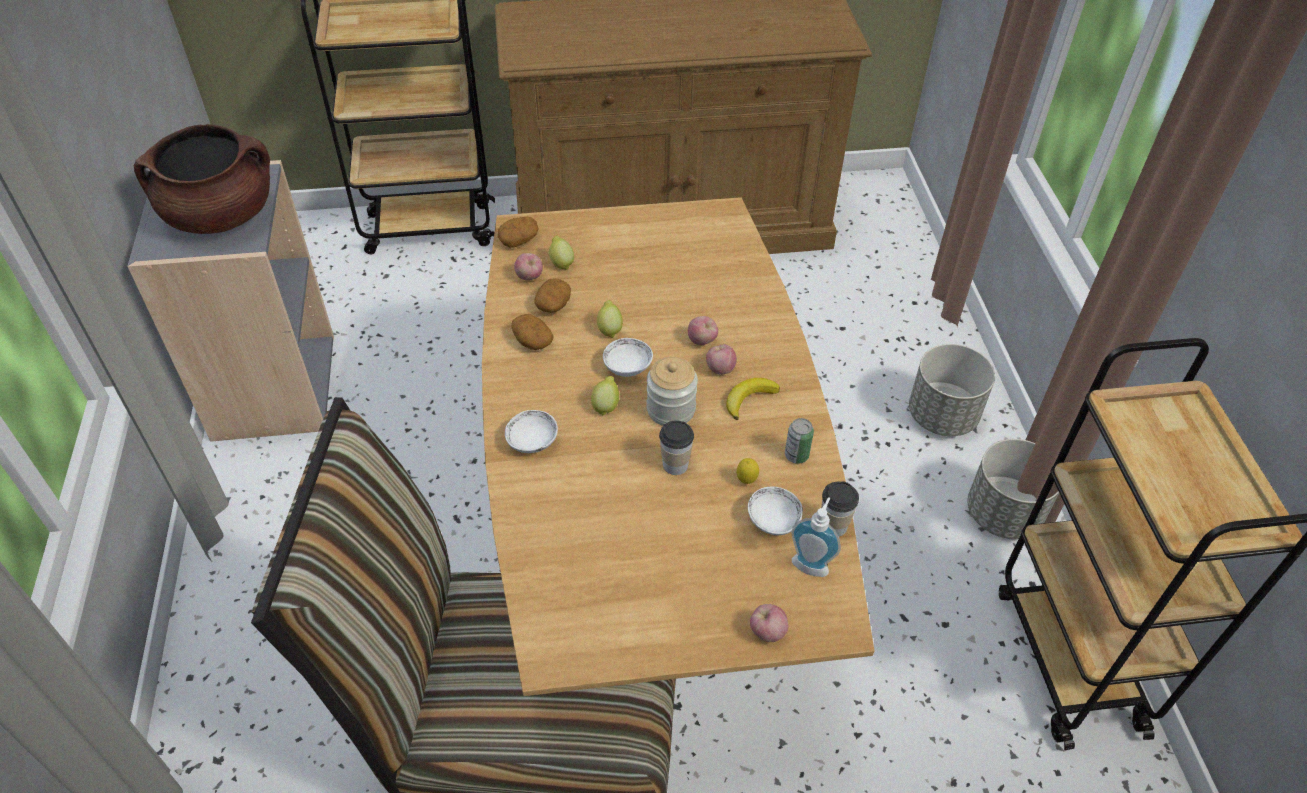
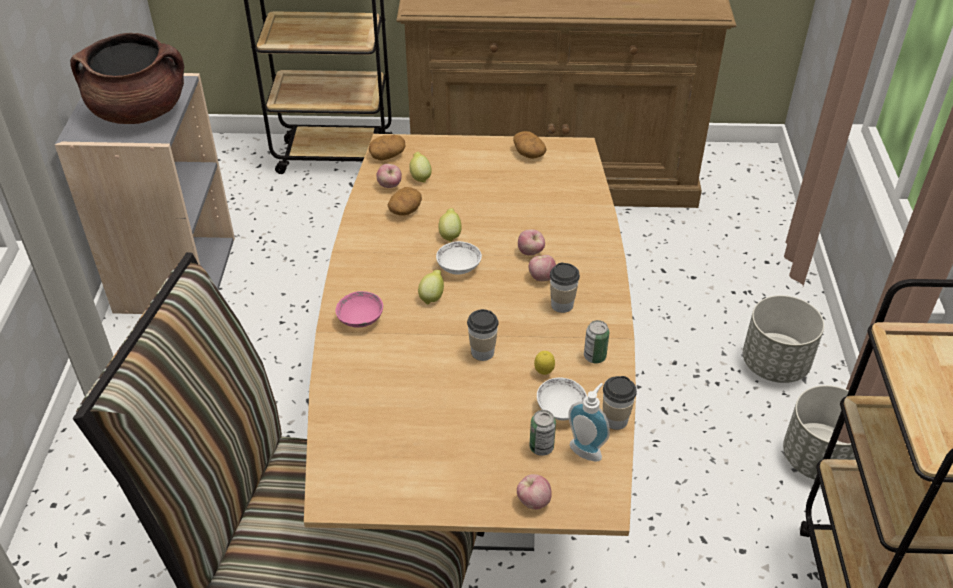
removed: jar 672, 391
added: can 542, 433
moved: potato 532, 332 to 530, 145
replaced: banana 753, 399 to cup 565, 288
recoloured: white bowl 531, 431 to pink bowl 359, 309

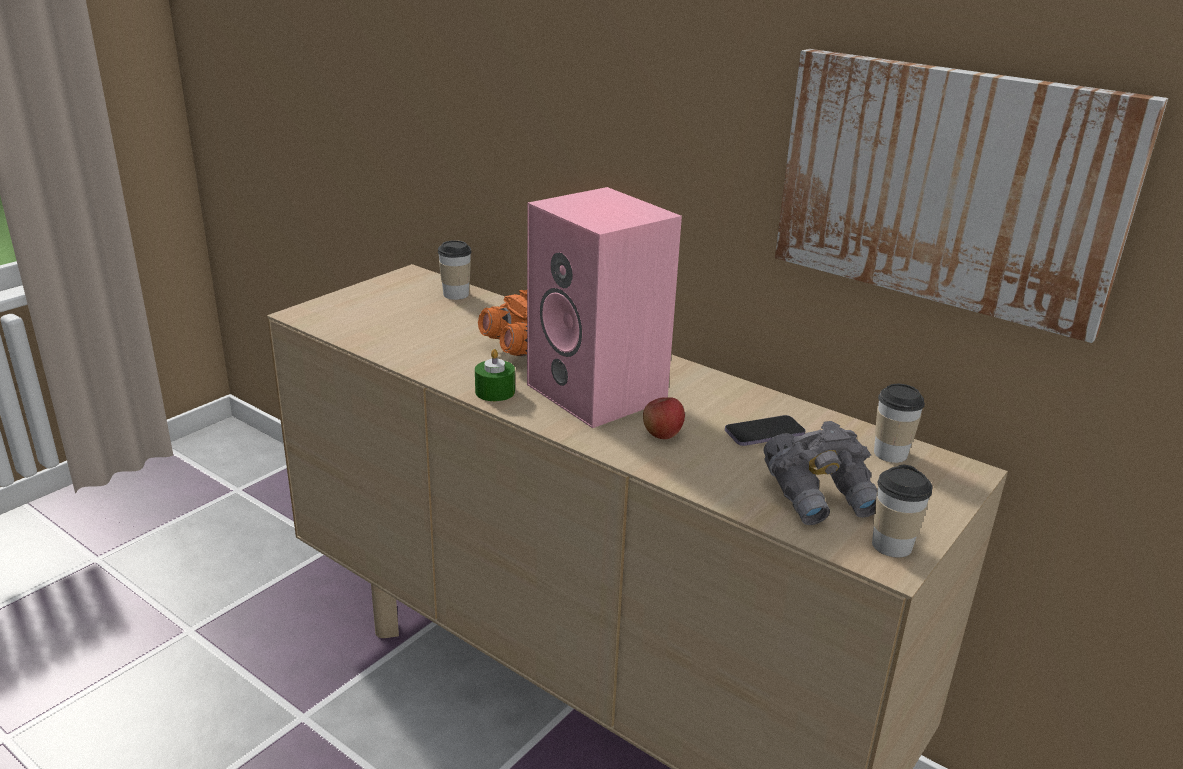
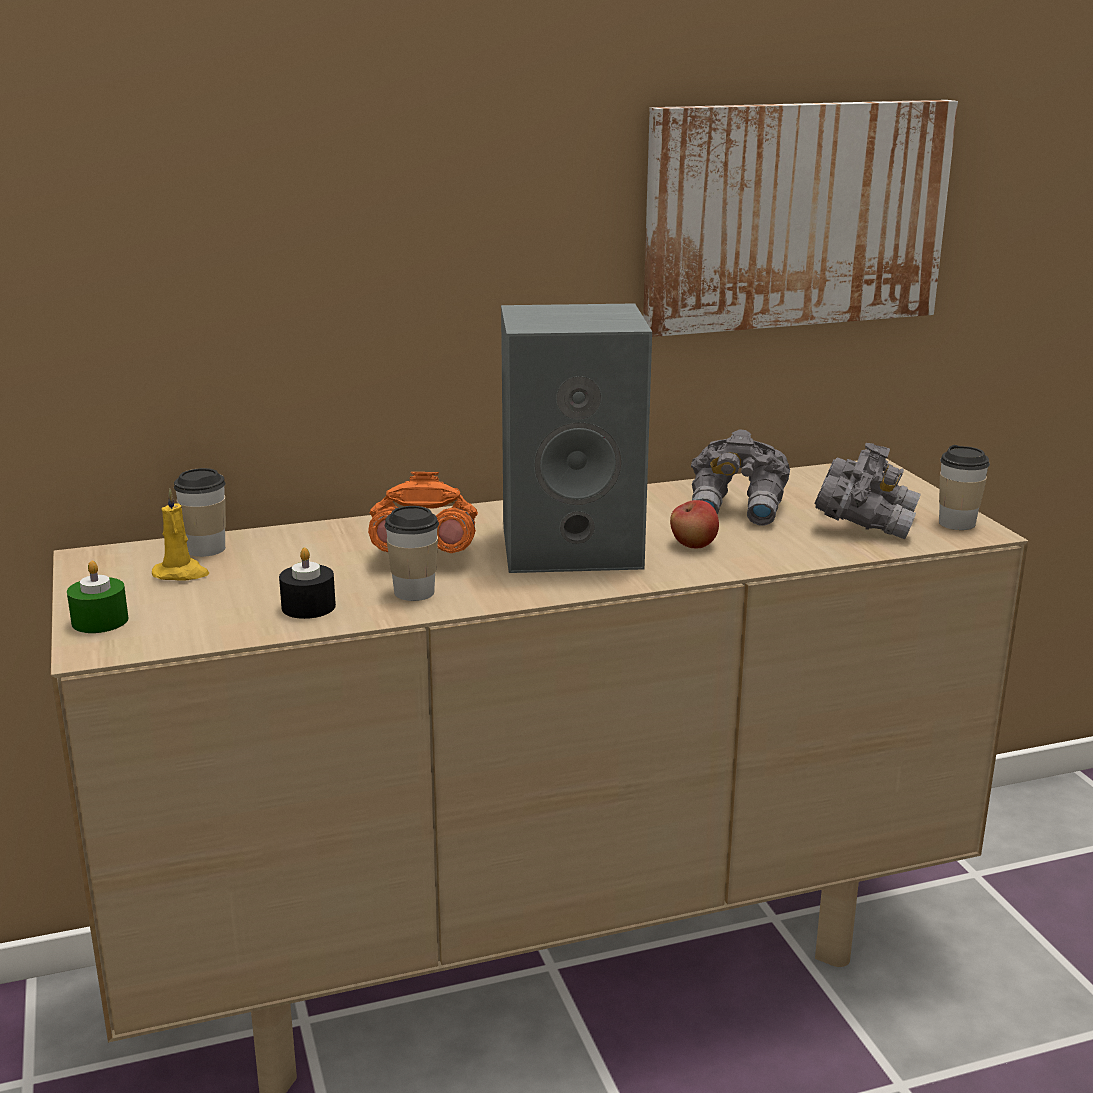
added: yellow candle 180, 535; black candle 307, 583
moved: green candle 495, 375 to 98, 597; cup 899, 423 to 412, 553
replaced: phone 765, 430 to grey binoculars 740, 477
recoloured: pink speaker 604, 307 to grey speaker 576, 438

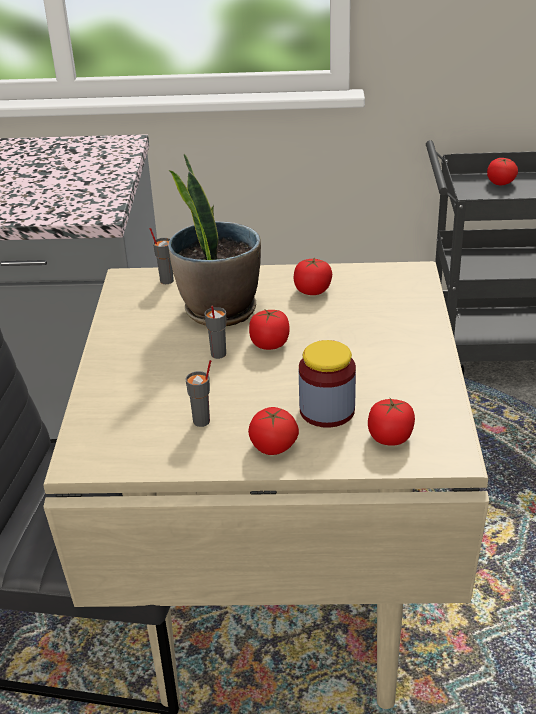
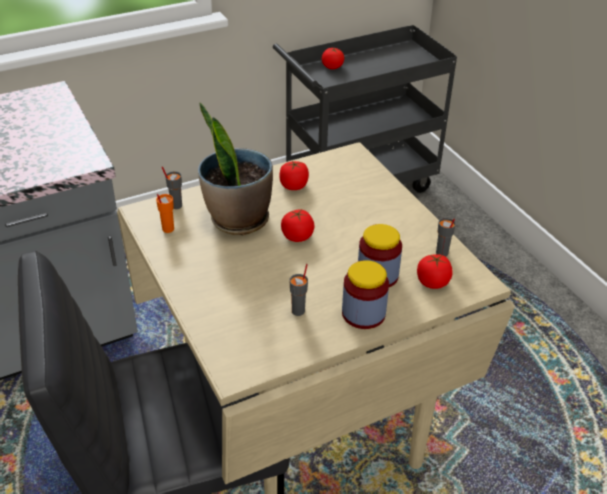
added: orange cup 165, 213
moved: grey cup 216, 332 to 446, 237
replaced: tomato 273, 431 to jar 365, 294

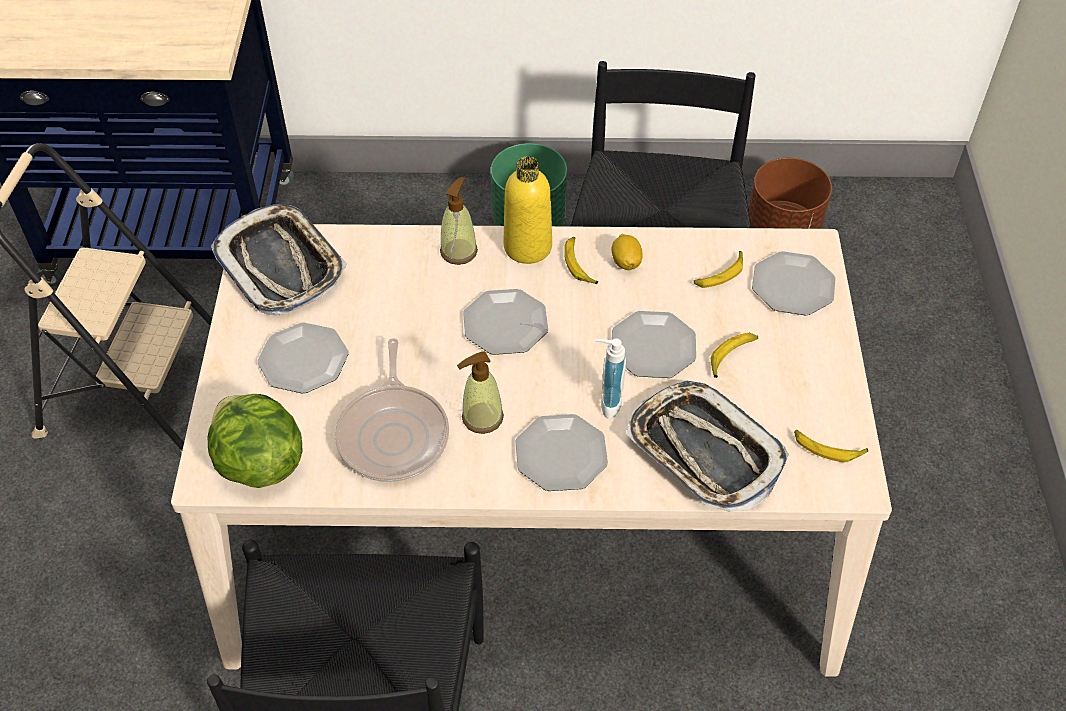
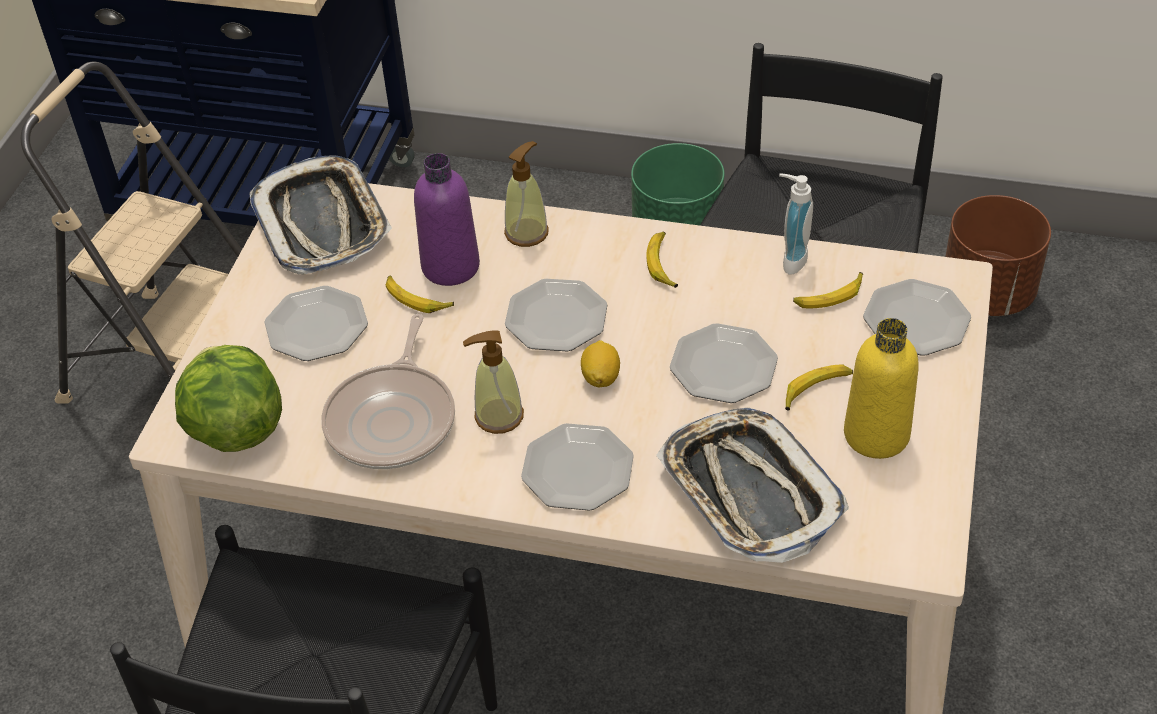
added: purple bottle 447, 219
moved: yellow bottle 528, 210 to 881, 388; soap dispenser 610, 378 to 796, 223; lemon 627, 252 to 600, 363; banana 831, 445 to 420, 294

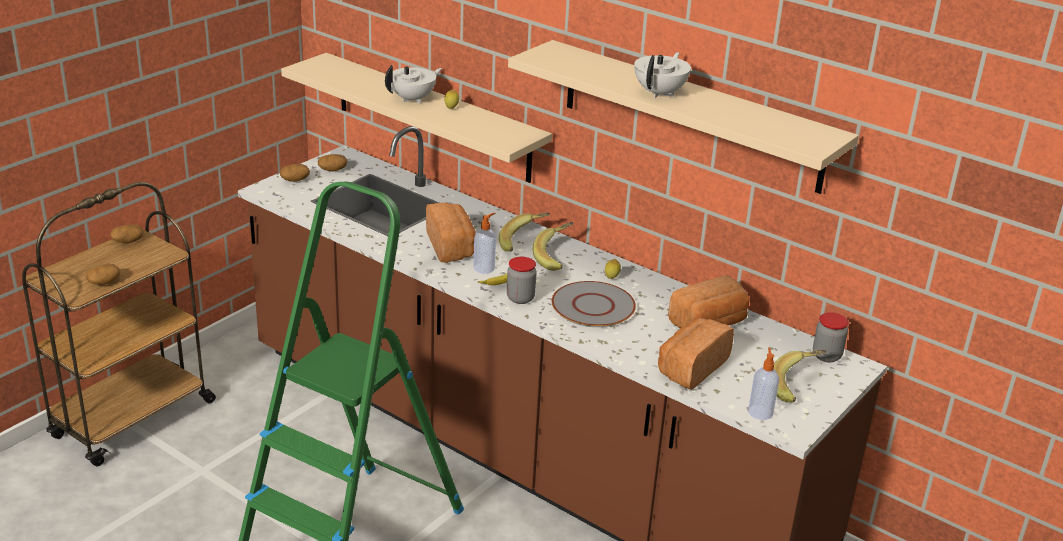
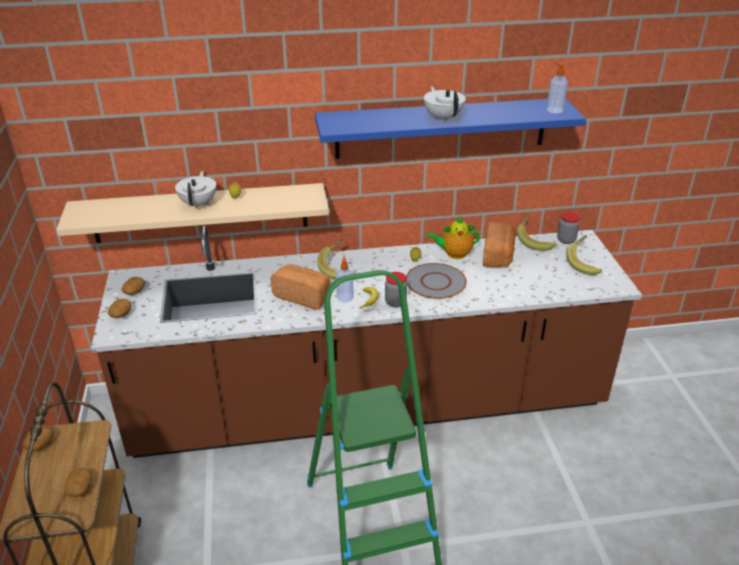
removed: bread 696, 354
added: teapot 453, 237
moved: banana 553, 246 to 536, 233; soap dispenser 763, 383 to 557, 88
recoloured: beige shelf 683, 117 to blue shelf 450, 128

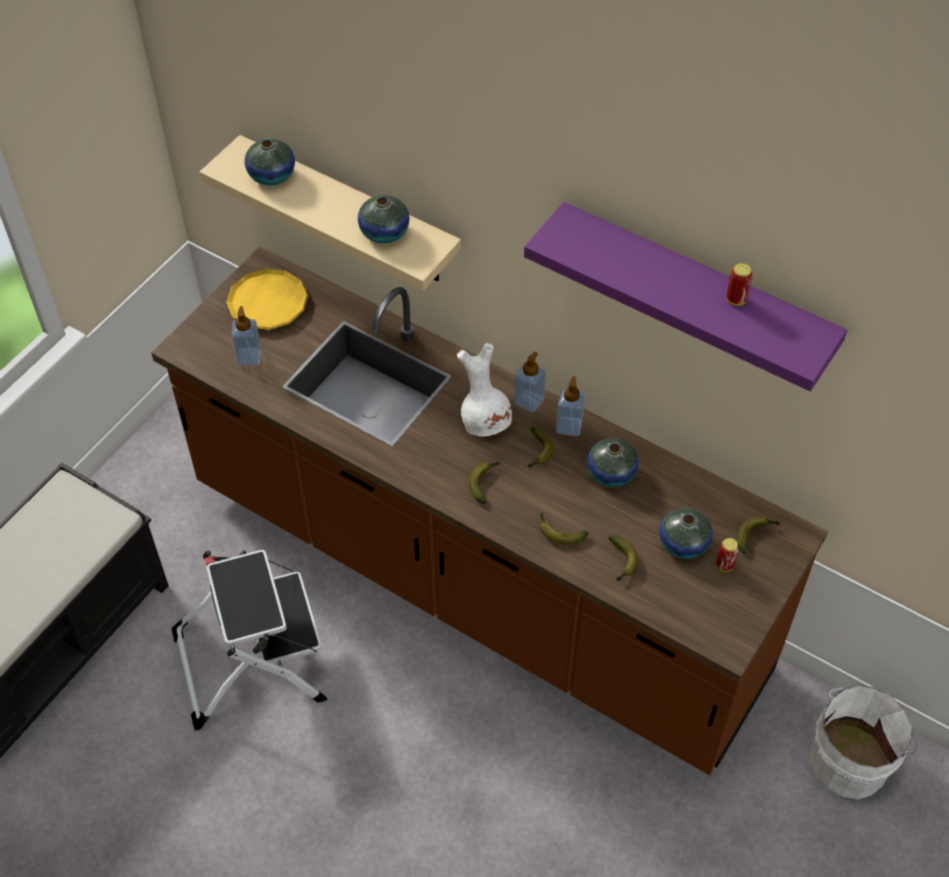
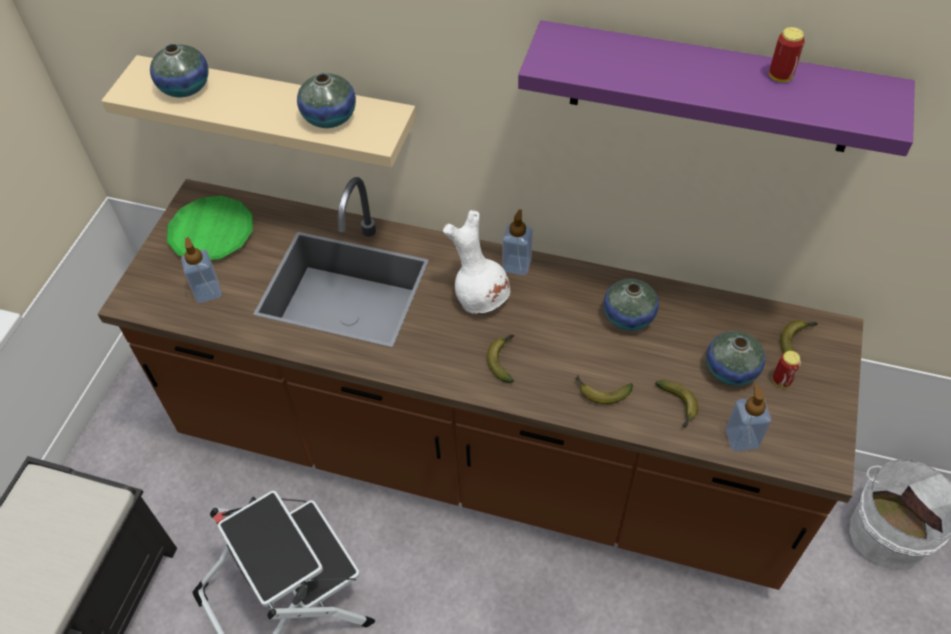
removed: banana 540, 447
moved: soap dispenser 570, 406 to 748, 418
recoloured: yellow plate 267, 299 to green plate 210, 228

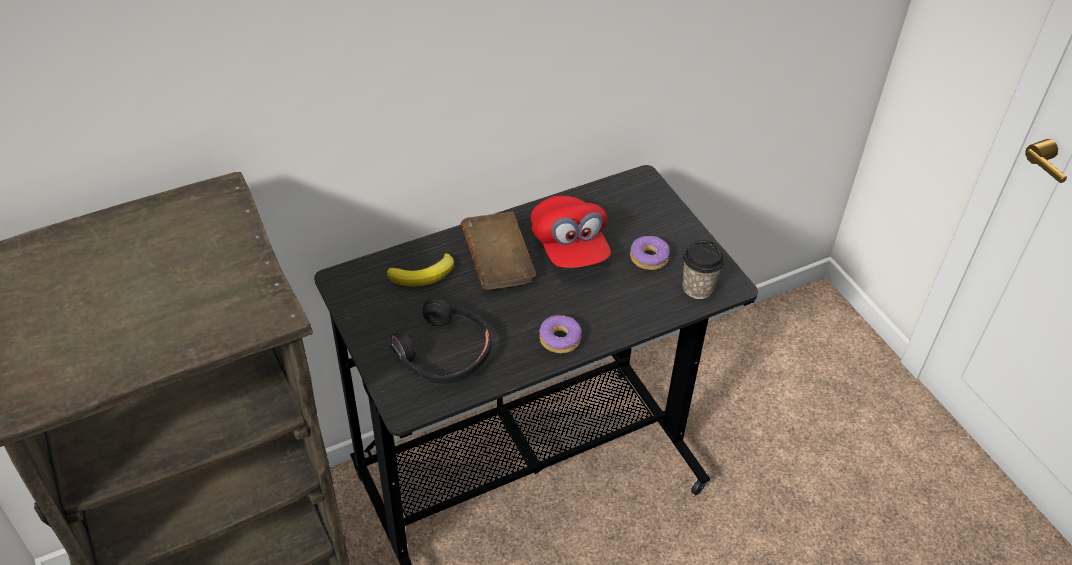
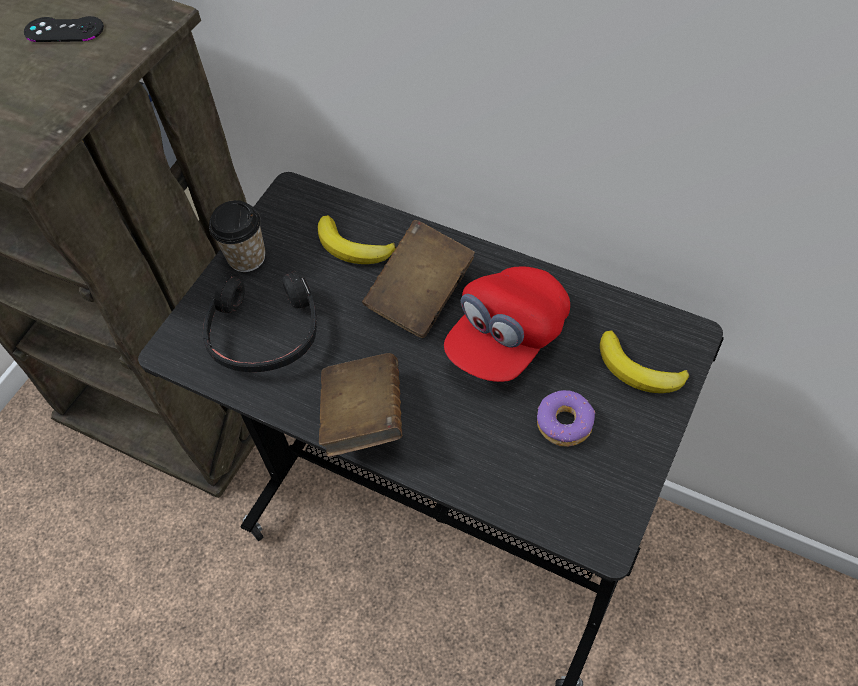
added: black game controller 64, 29; banana 644, 361
moved: cup 704, 269 to 237, 236
replaced: donut 560, 334 to brown book 360, 405

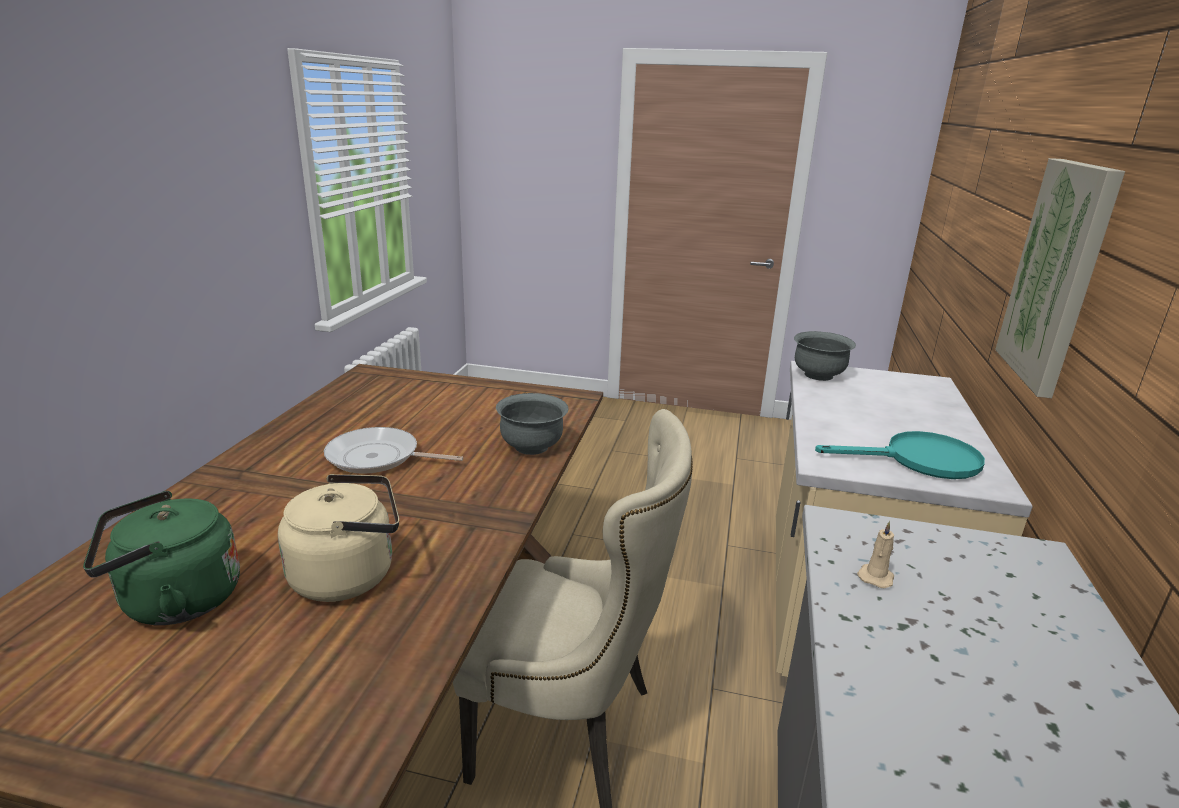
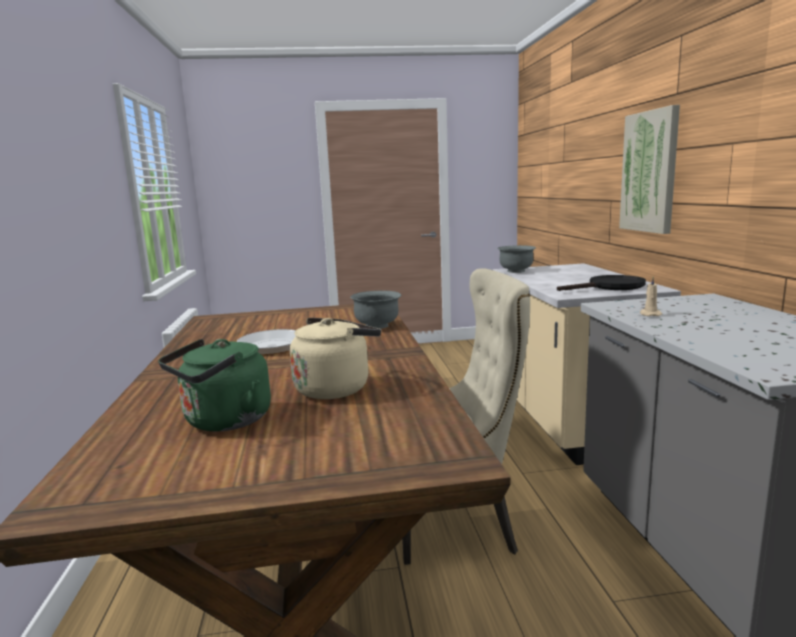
recoloured: turquoise frying pan 900, 455 to black frying pan 601, 283

